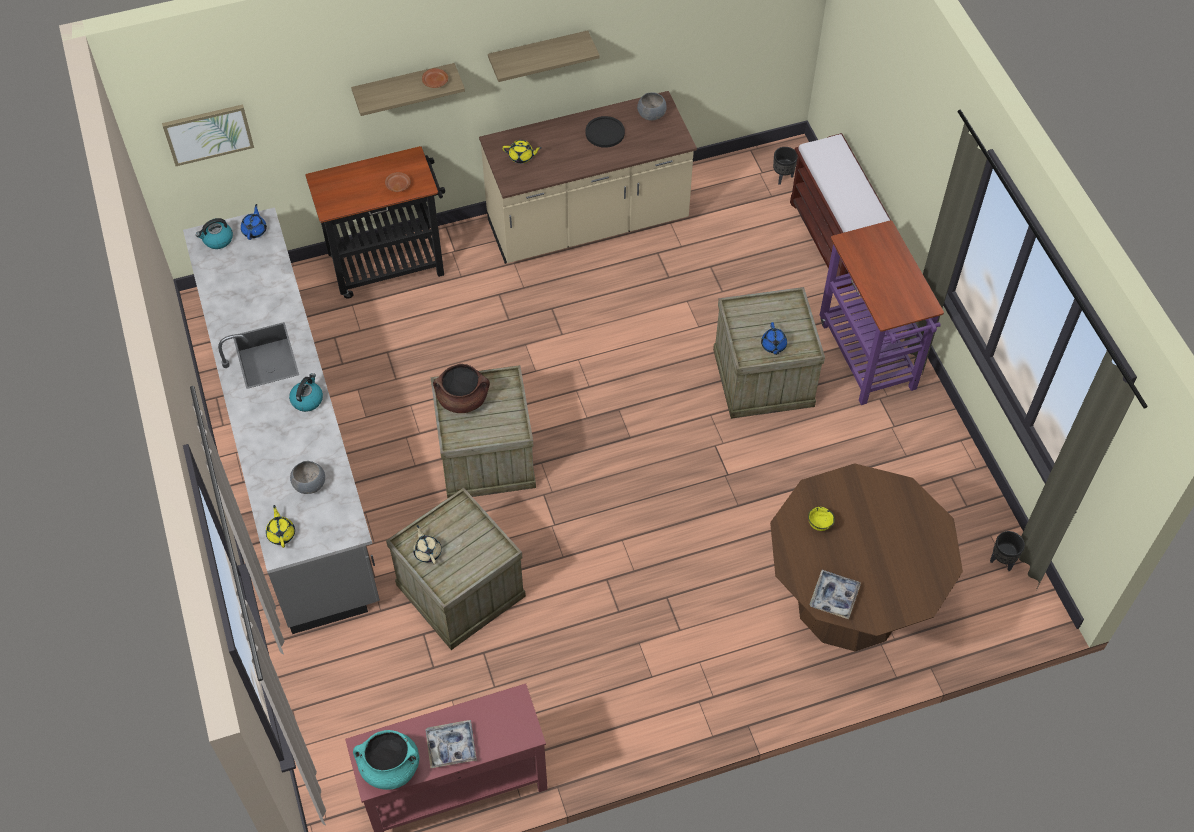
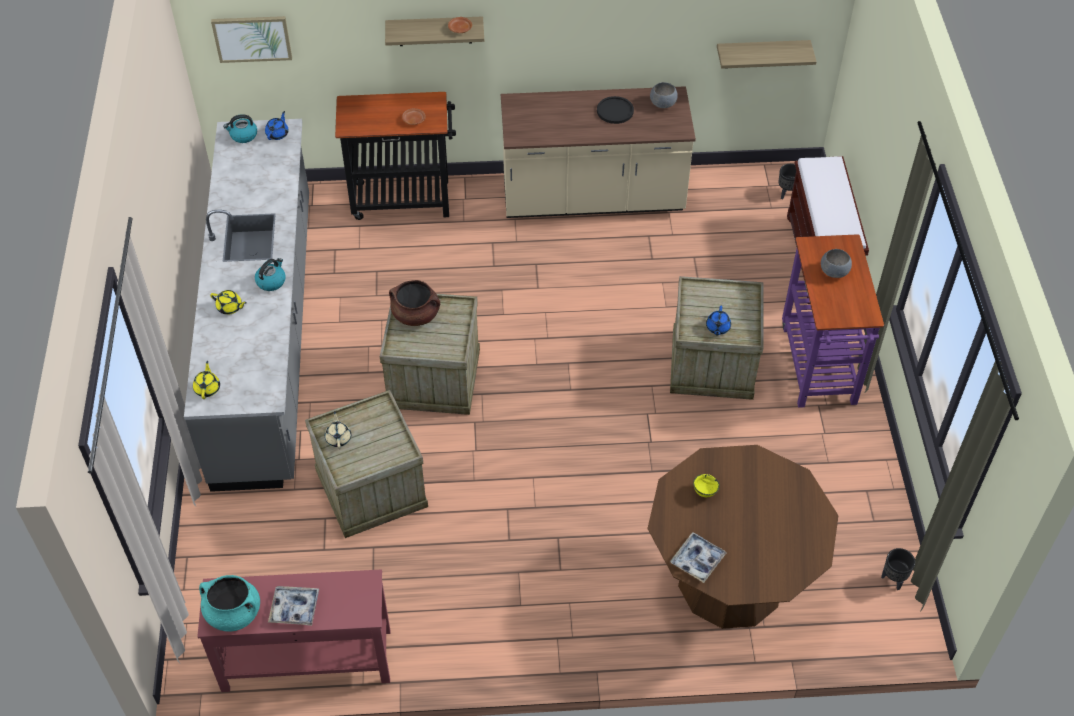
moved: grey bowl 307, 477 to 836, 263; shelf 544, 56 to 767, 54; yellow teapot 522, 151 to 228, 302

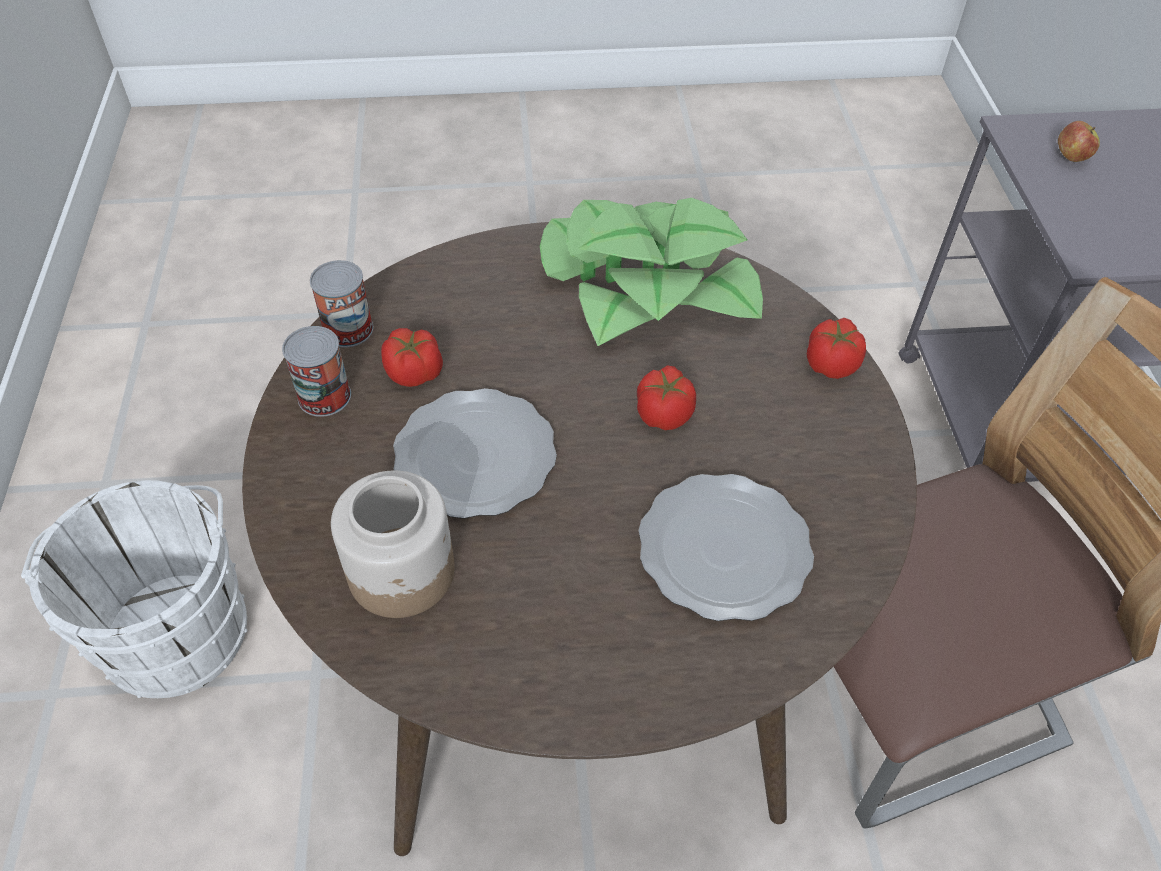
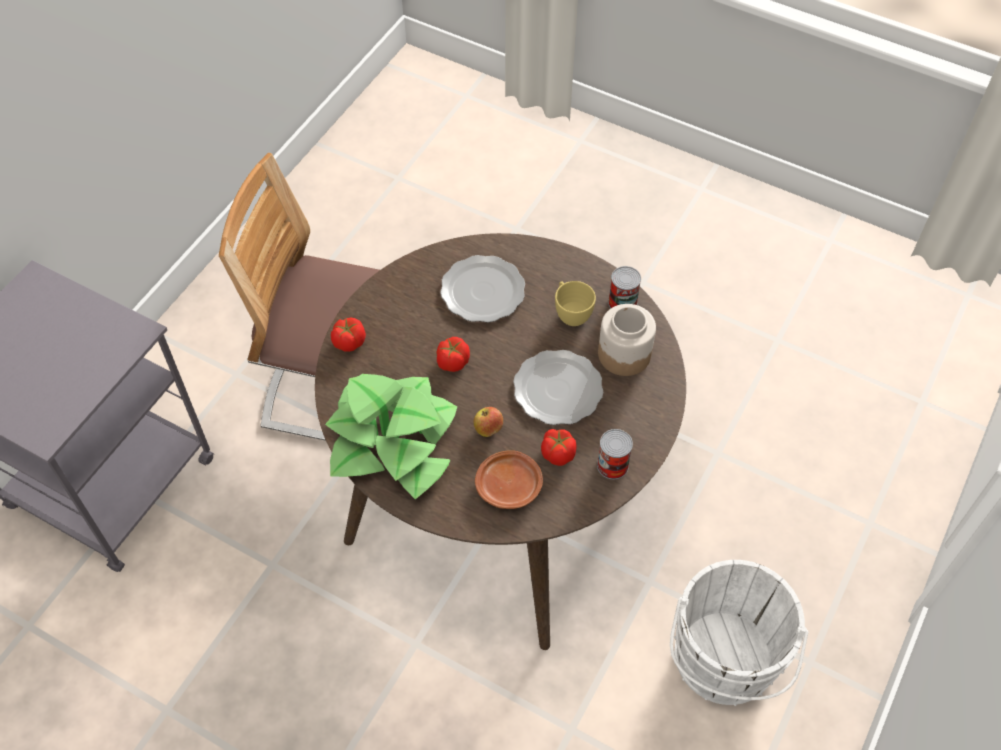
added: brown plate 509, 479; yellow cup 575, 303
moved: can 341, 304 to 624, 287; apple 1079, 141 to 488, 422

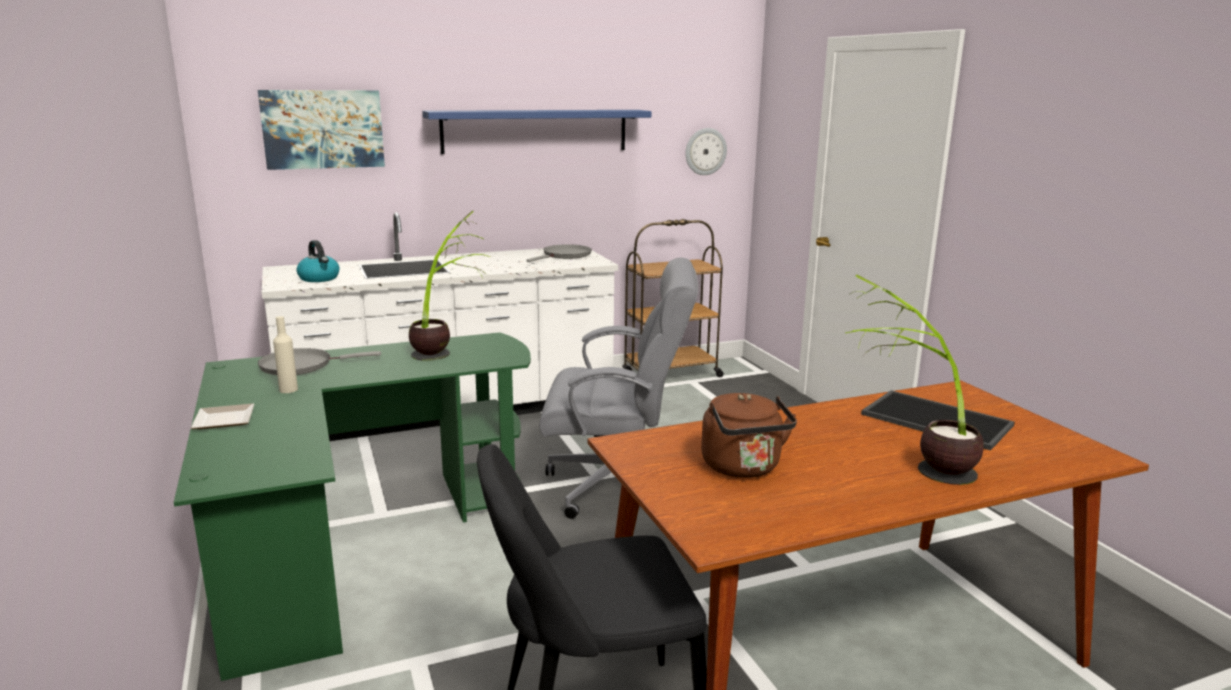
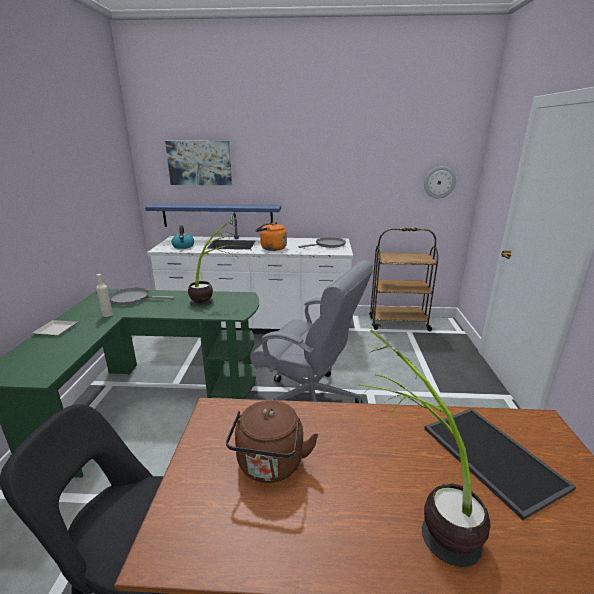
added: orange kettle 271, 236
moved: blue shelf 536, 132 to 213, 215

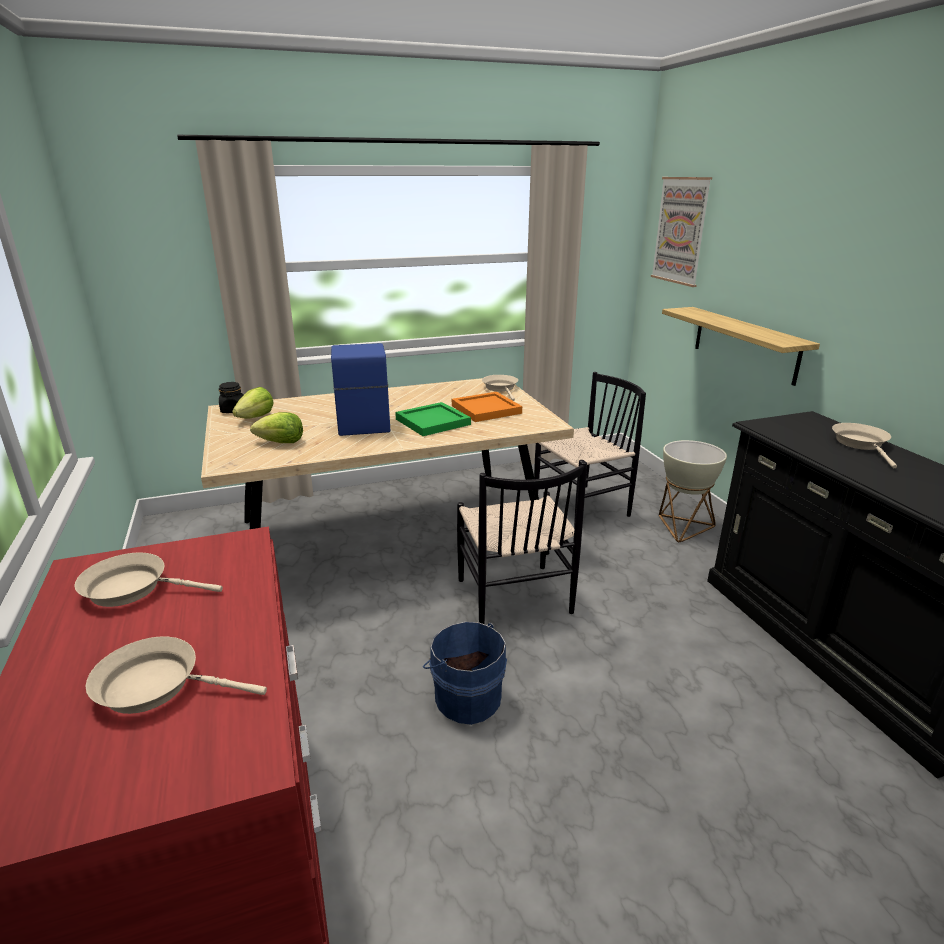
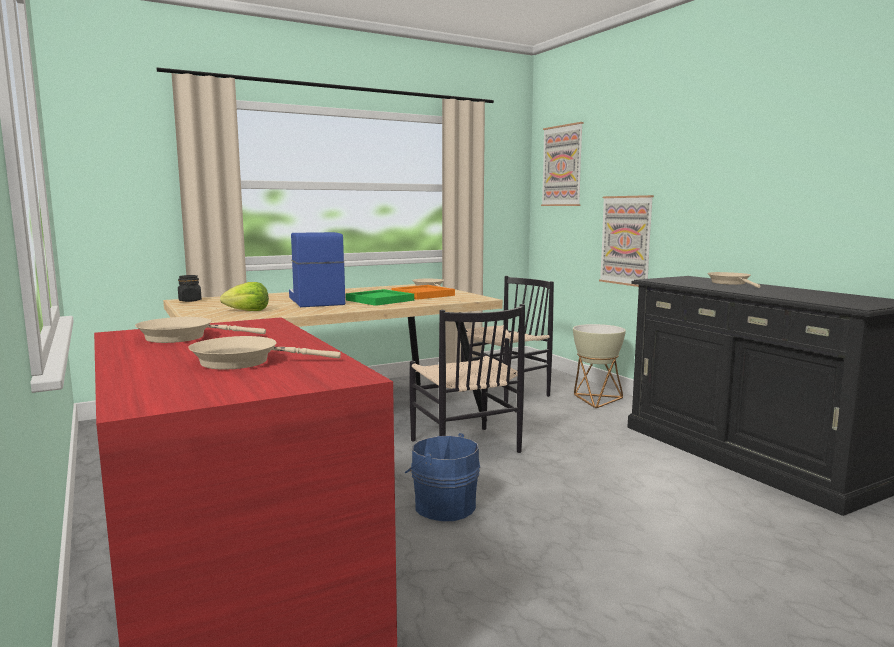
removed: lettuce 253, 403
replaced: shelf 741, 346 to picture 626, 241

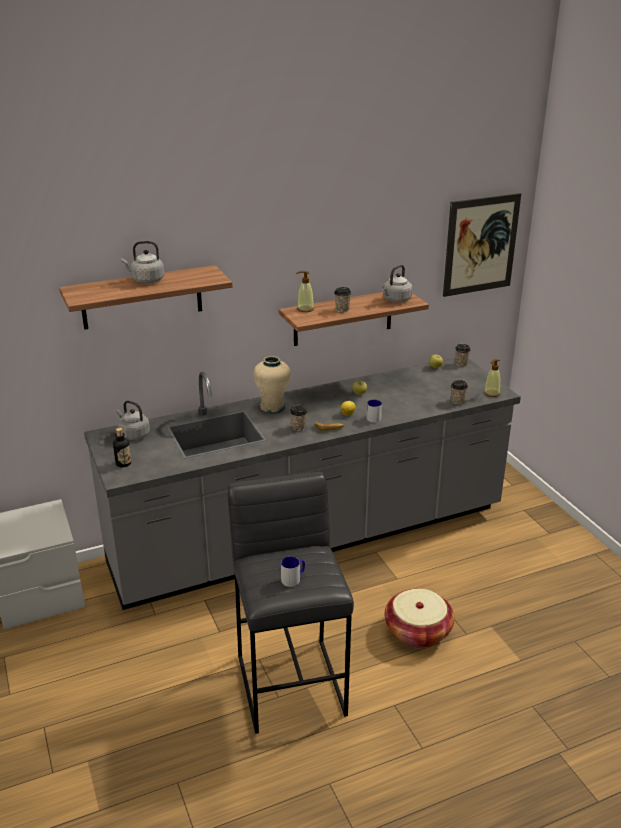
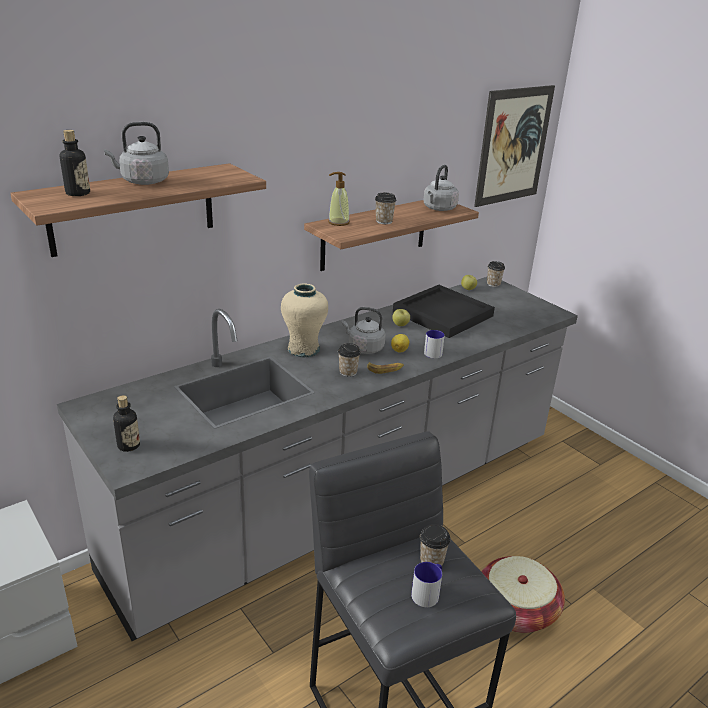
removed: soap dispenser 492, 378
added: bottle 75, 163; black tray 444, 311
moved: grey kettle 133, 420 to 363, 330; cup 459, 392 to 435, 545

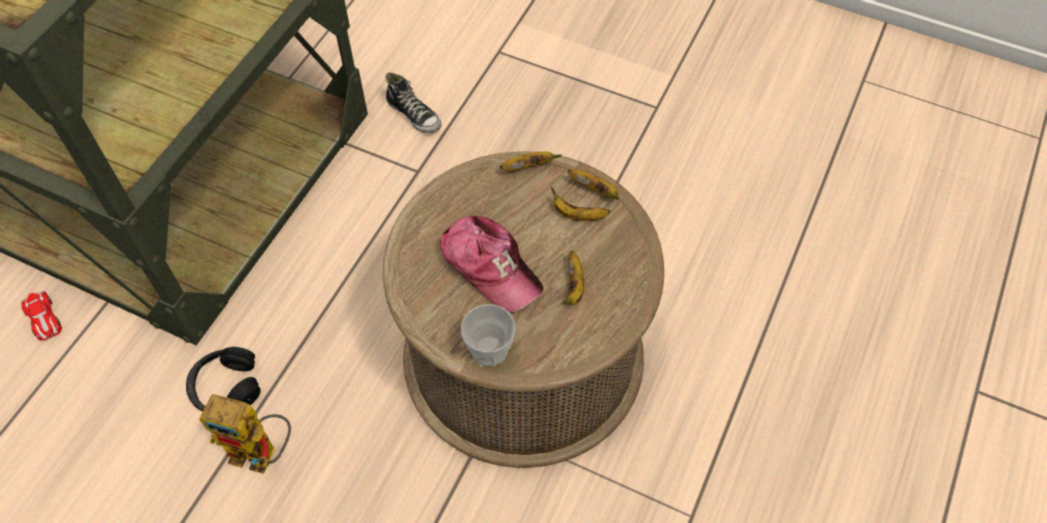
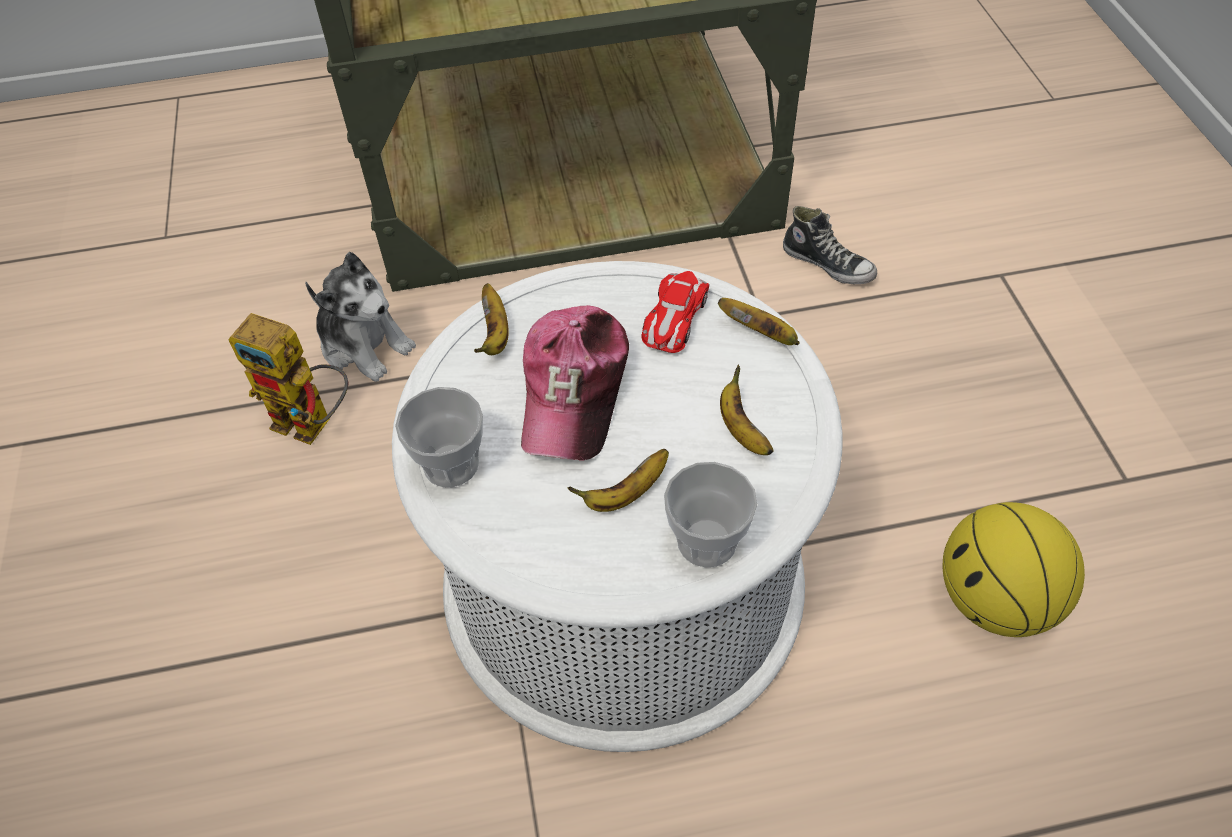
added: cup 710, 514; basketball 1013, 569
moved: toy car 41, 316 to 675, 312; banana 594, 184 to 491, 319
replaced: black headphones 223, 379 to plush toy 360, 317
recoloured: brown coffee table 523, 309 to white coffee table 617, 506
turned: toy robot 245, 434 = 288, 379 45 degrees counterclockwise; shoe 413, 102 = 830, 245 60 degrees counterclockwise

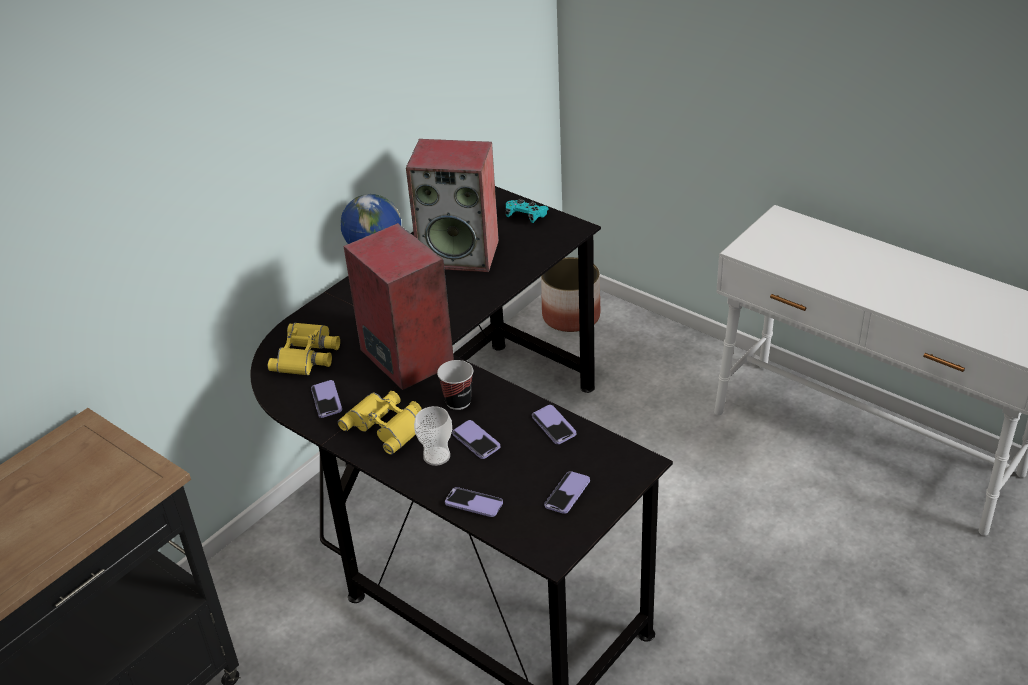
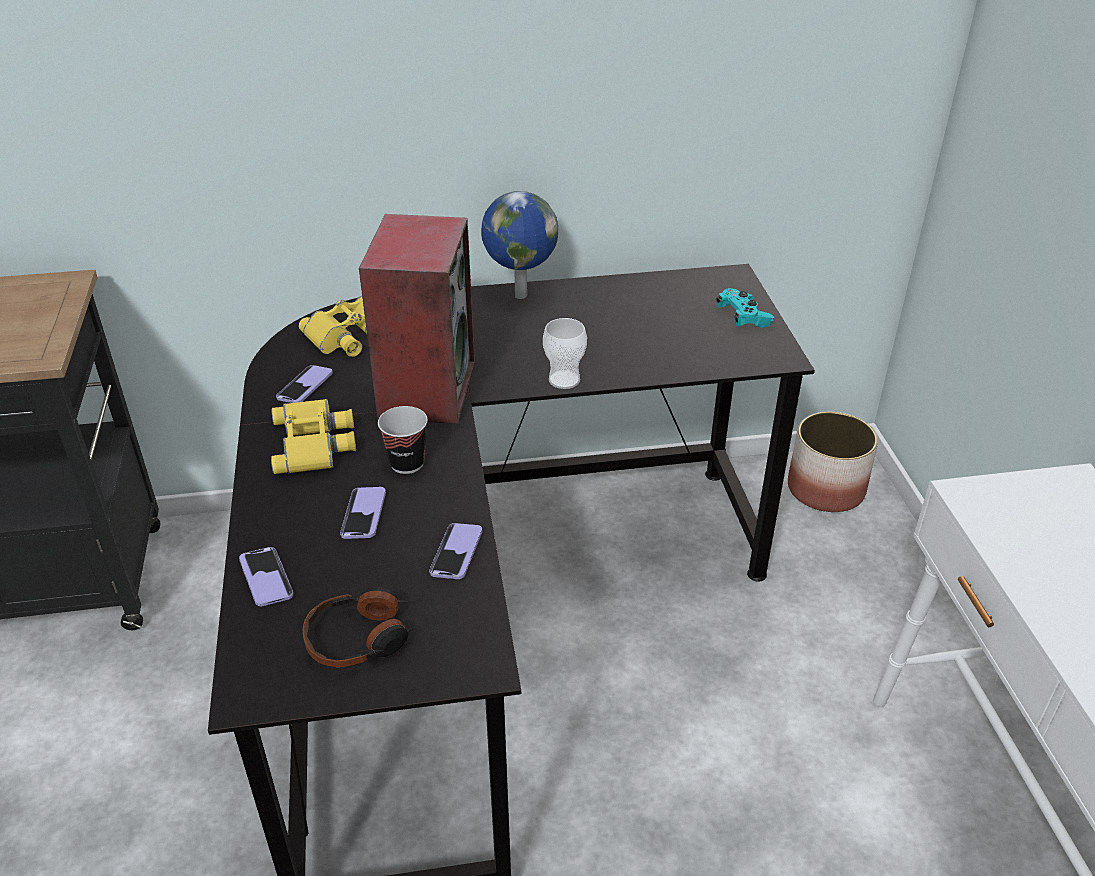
removed: speaker 452, 205
moved: cup 433, 436 to 565, 353
replaced: phone 567, 492 to headphones 359, 627

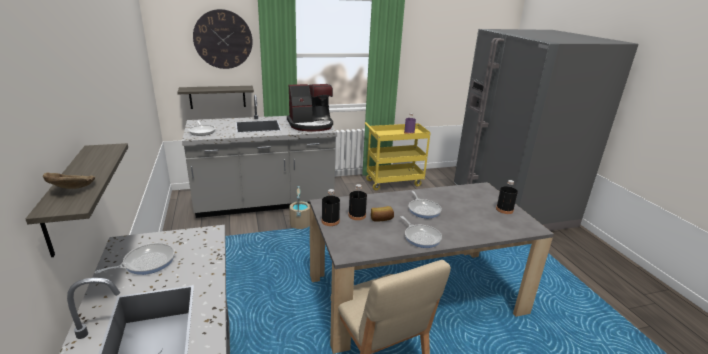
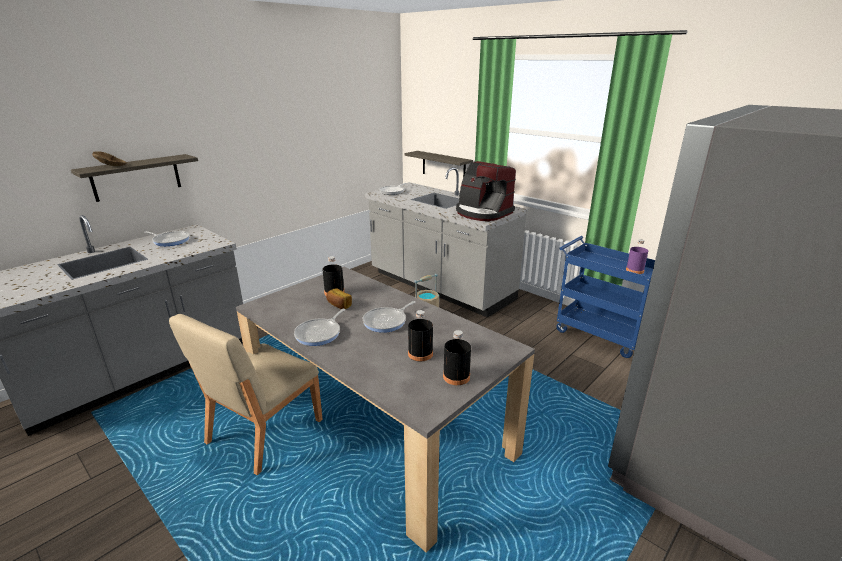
removed: wall clock 223, 39
moved: black bottle 331, 207 to 420, 335
recoloured: yellow cart 397, 156 to blue cart 605, 297

